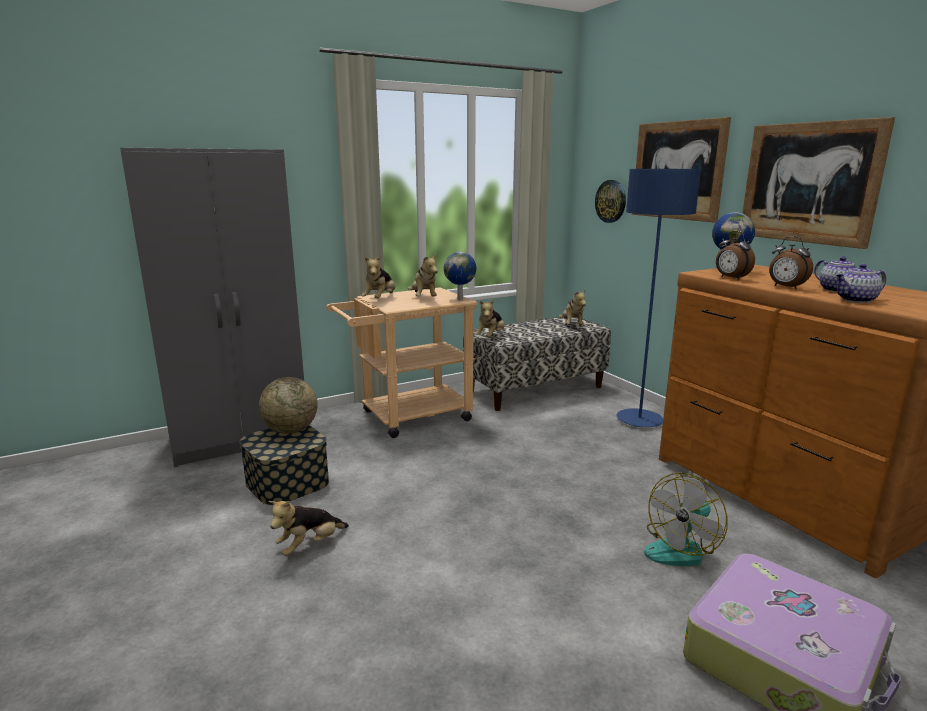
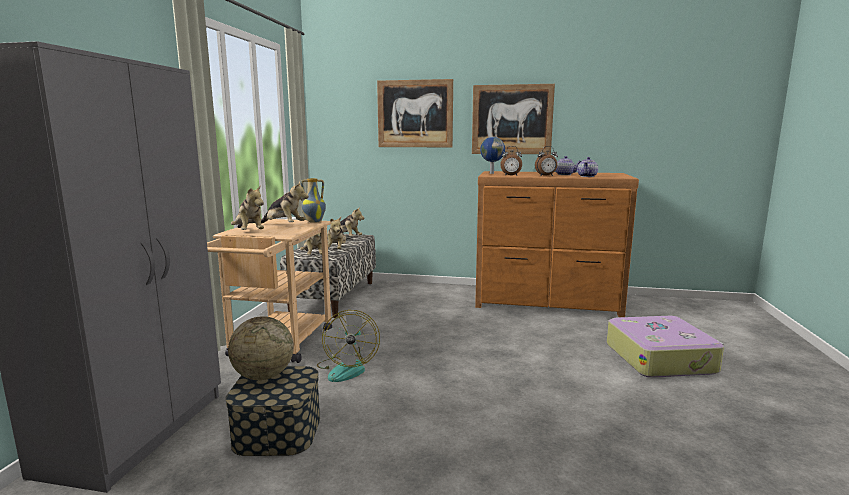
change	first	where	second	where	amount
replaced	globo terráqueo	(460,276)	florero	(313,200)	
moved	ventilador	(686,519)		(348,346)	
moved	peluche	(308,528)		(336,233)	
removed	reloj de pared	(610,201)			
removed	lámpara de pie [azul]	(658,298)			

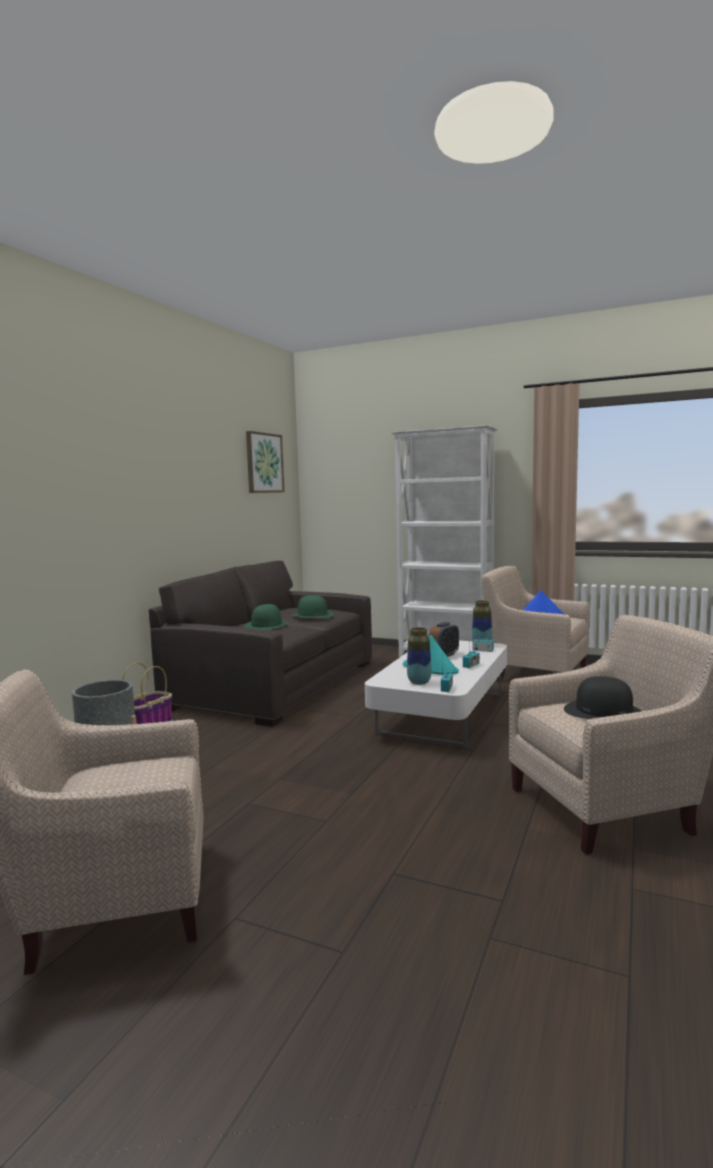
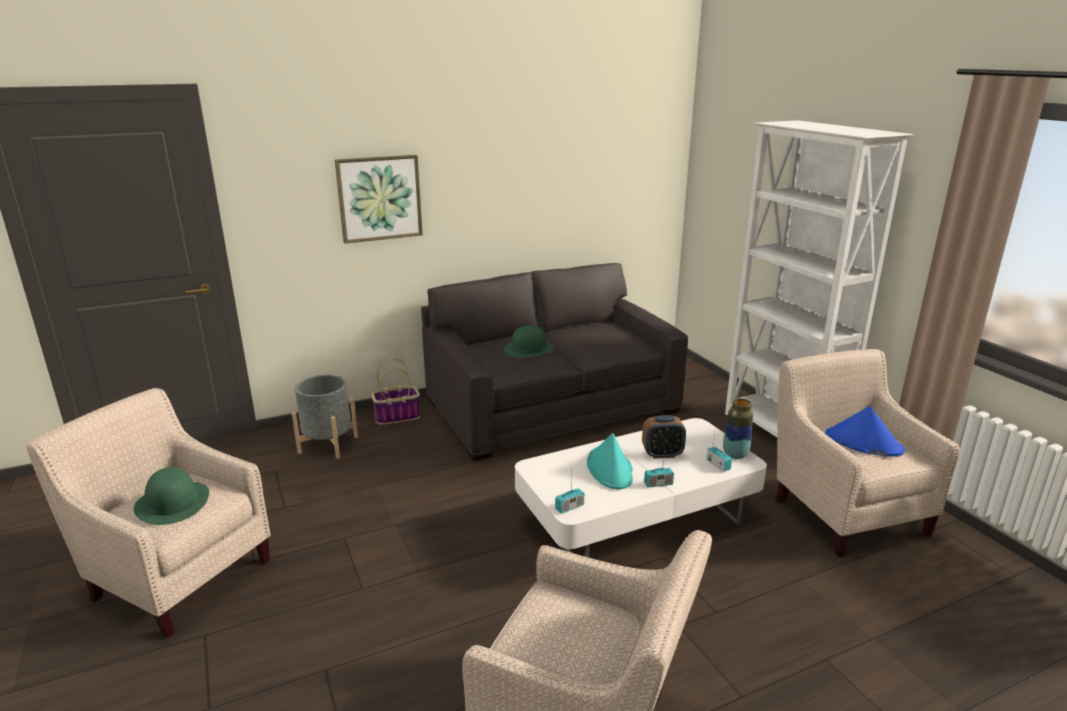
change	first	where	second	where	amount
moved	sombrero [verde]	(312,606)		(171,496)	
moved	cuadro	(265,462)		(379,199)	
removed	florero	(419,656)			
removed	sombrero [negro]	(603,697)			

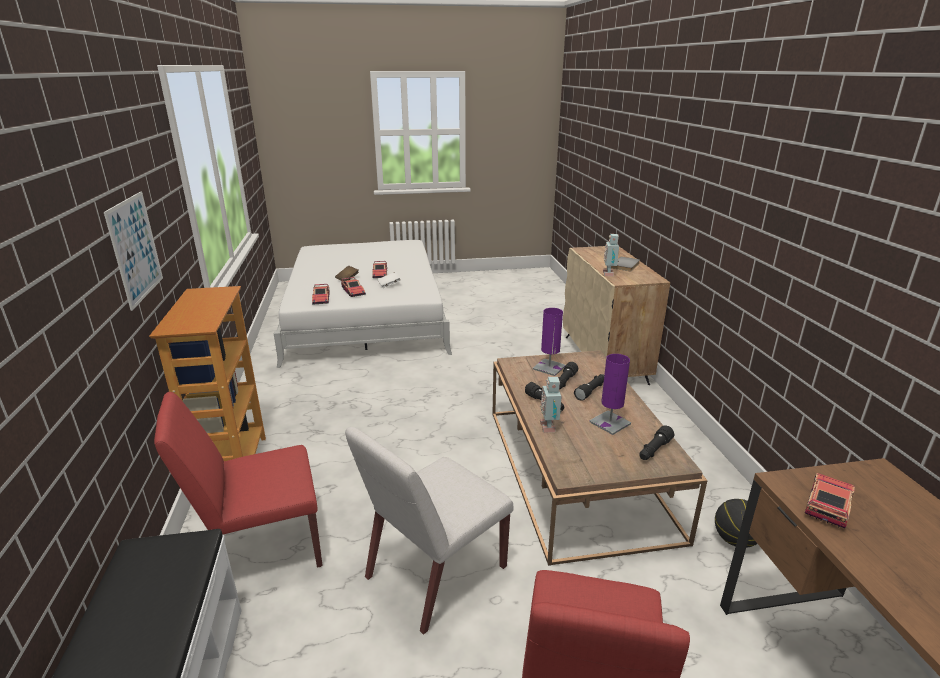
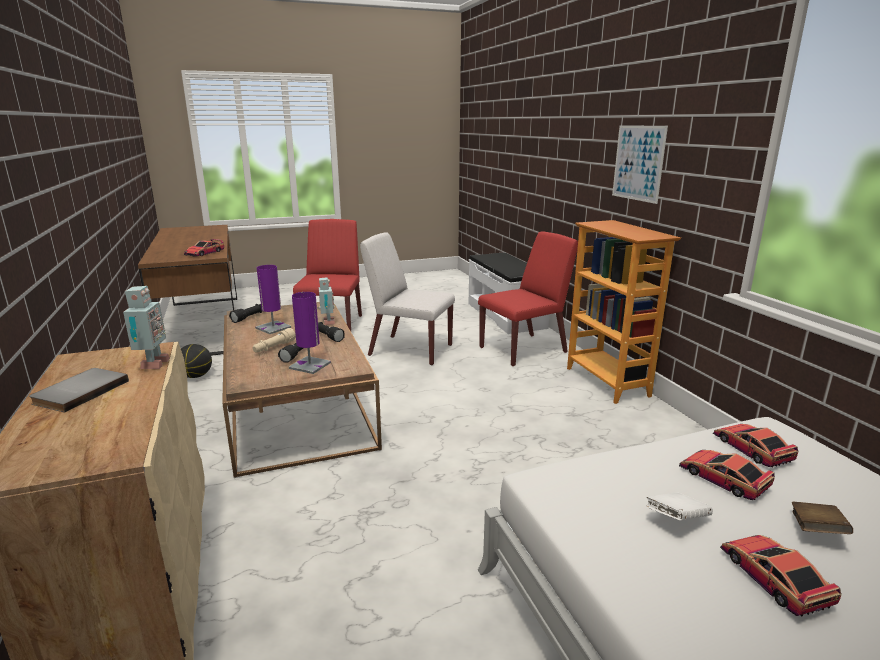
change	first	where	second	where	amount
recoloured	linterna [negro]	(589,387)	linterna [beis]	(274,340)	
turned	silla [blanco]	(429,531)		(407,298)	105 degrees counterclockwise

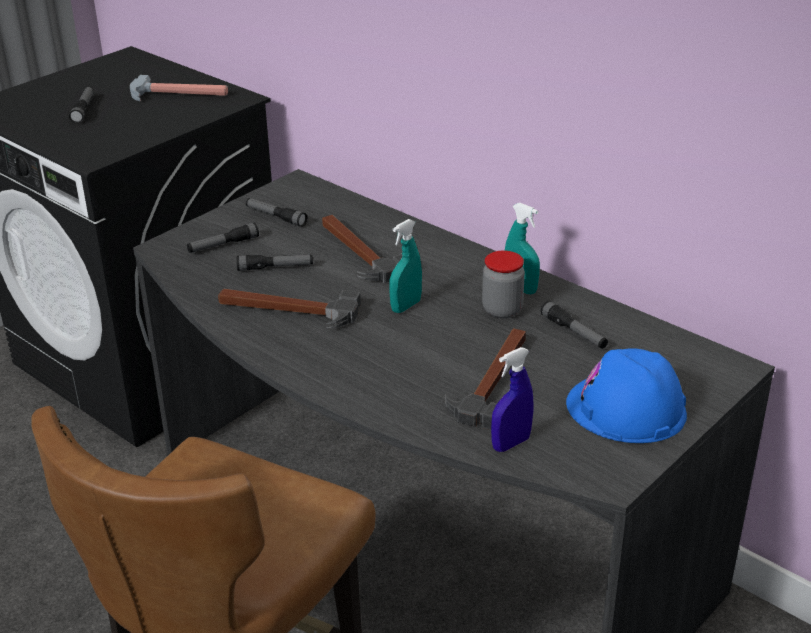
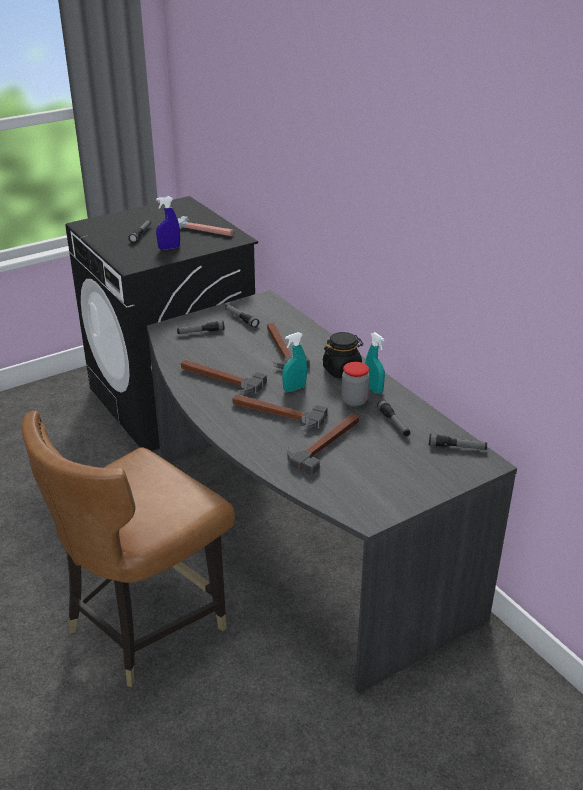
change	first	where	second	where	amount
moved	pulverizador [azul]	(512,399)		(168,223)	
added			martillo	(279,412)	
added			tarro [negro]	(343,355)	
moved	linterna	(275,262)		(458,442)	
removed	casco [azul]	(626,395)			

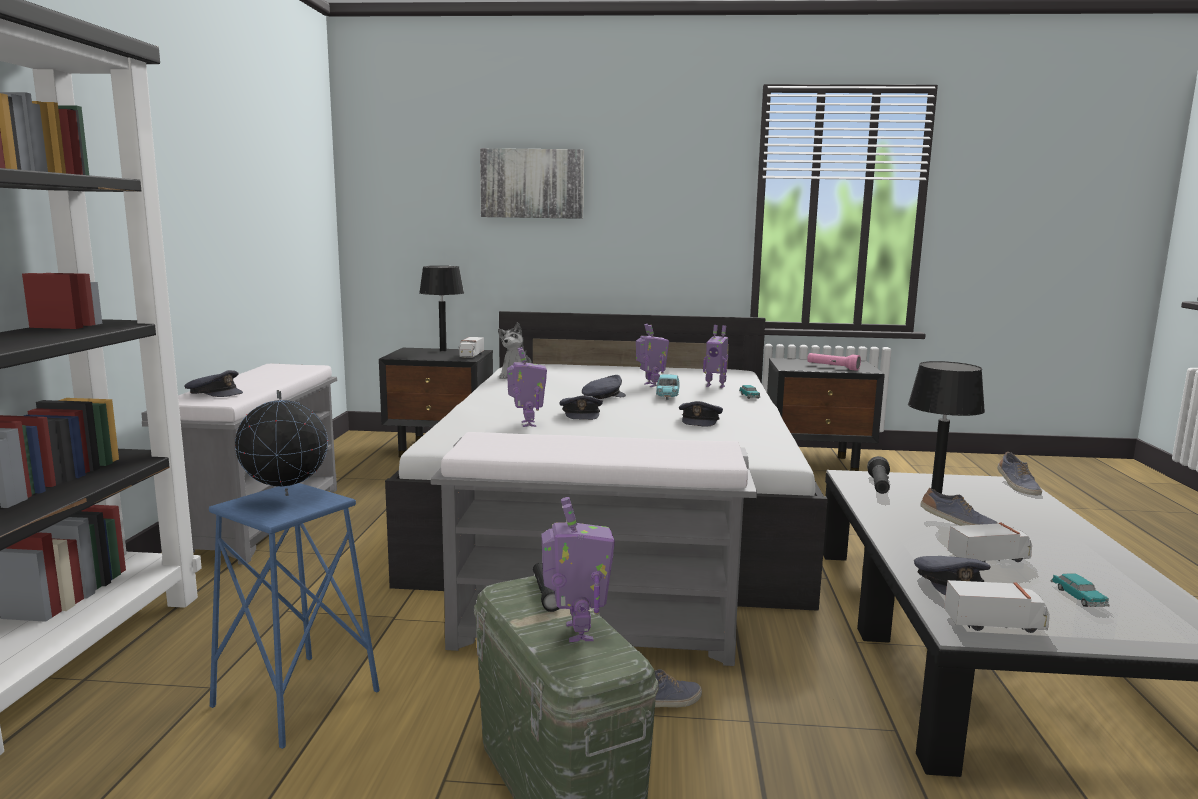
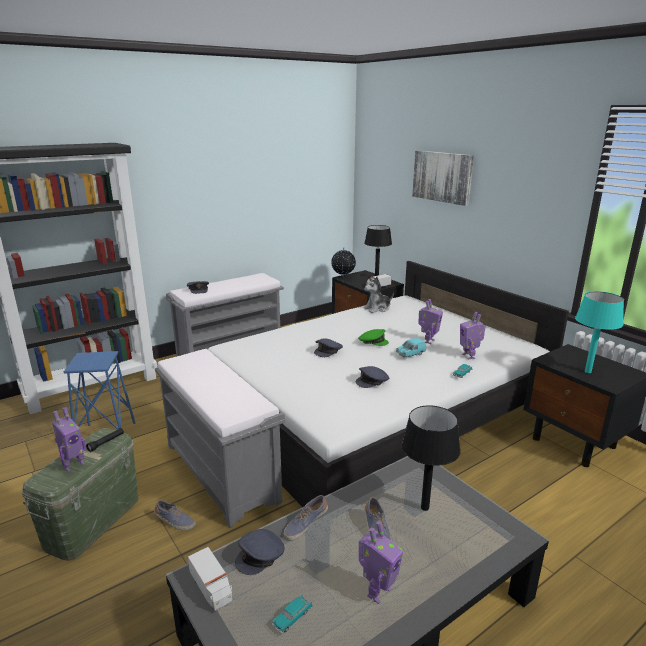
change	first	where	second	where	amount
moved	zapato	(1019,473)		(306,518)	
moved	globo terráqueo	(281,443)		(343,262)	
recoloured	gorra [gris]	(604,387)	gorra [verde]	(373,337)	
moved	robot de juguete	(527,387)		(381,562)	
replaced	linterna [rosa]	(834,362)	lámpara de mesa [turquesa]	(599,332)	
removed	linterna [negro]	(878,475)			
removed	camión de juguete	(990,542)			

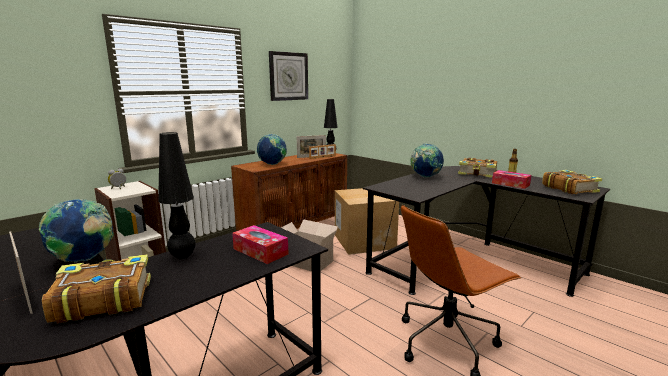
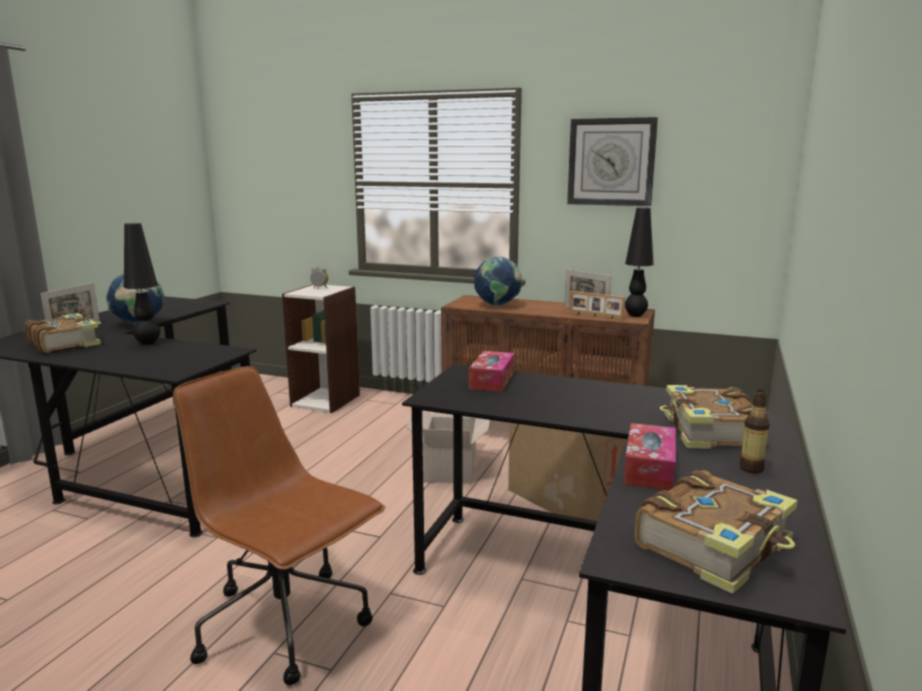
change	first	where	second	where	amount
moved	caja de pañuelos	(260,244)		(491,371)	
removed	globo terráqueo	(427,161)			

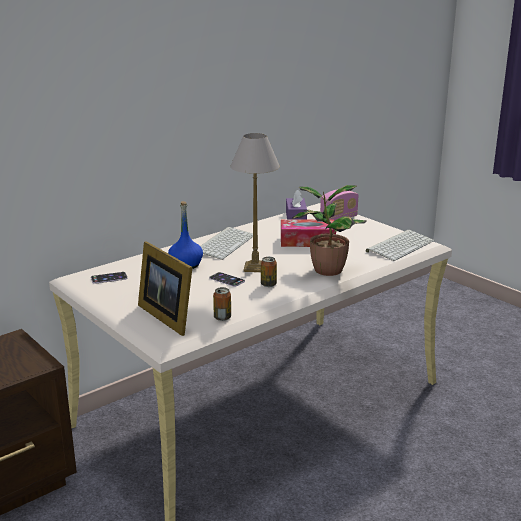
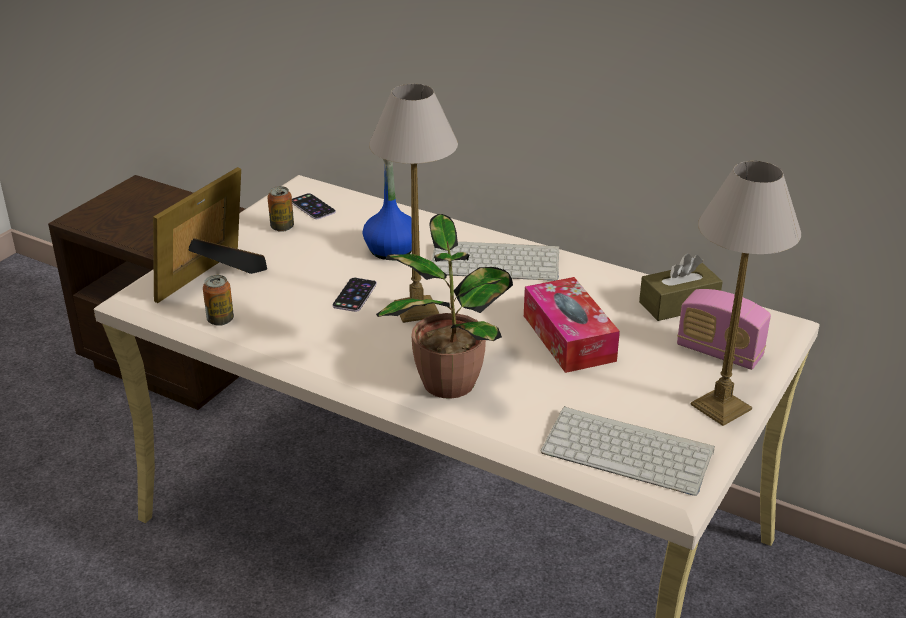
change	first	where	second	where	amount
moved	lata	(269,272)		(280,209)	
recoloured	caja de pañuelos [morado]	(296,204)	caja de pañuelos [marrón]	(681,287)	
added			lámpara de mesa	(745,293)	

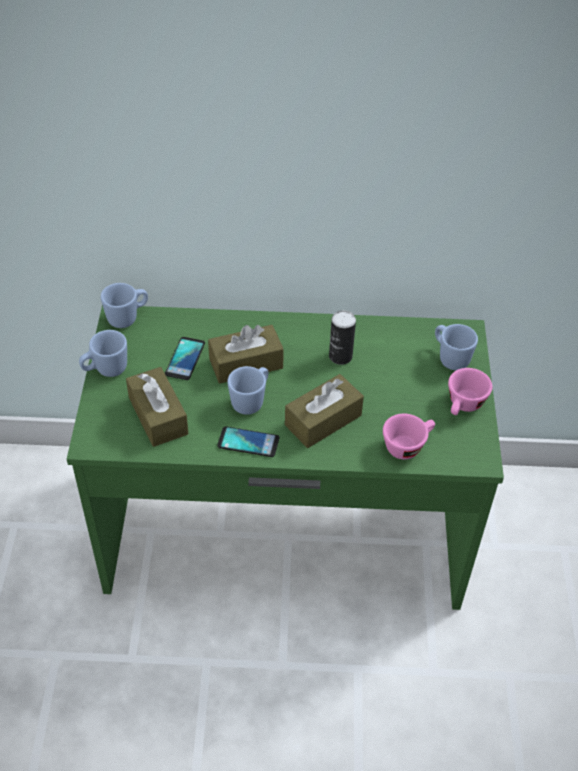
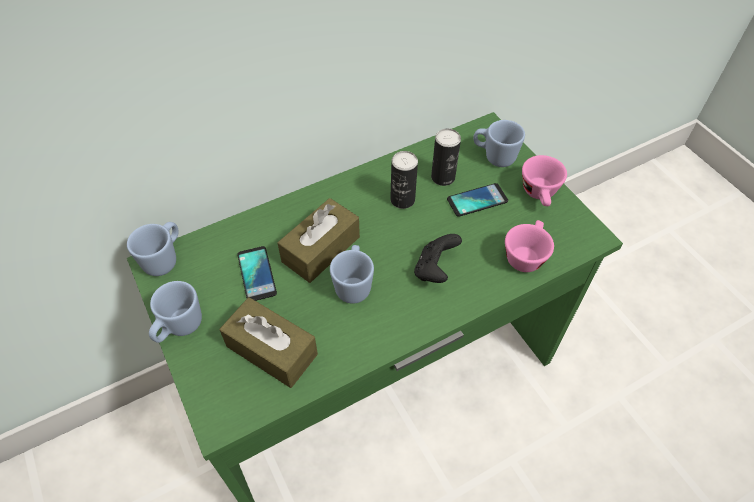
change	first	where	second	where	amount
replaced	caja de pañuelos [marrón]	(324,411)	mando de consola [negro]	(438,258)	
added			lata	(446,157)	
moved	móvil	(248,441)		(477,200)	

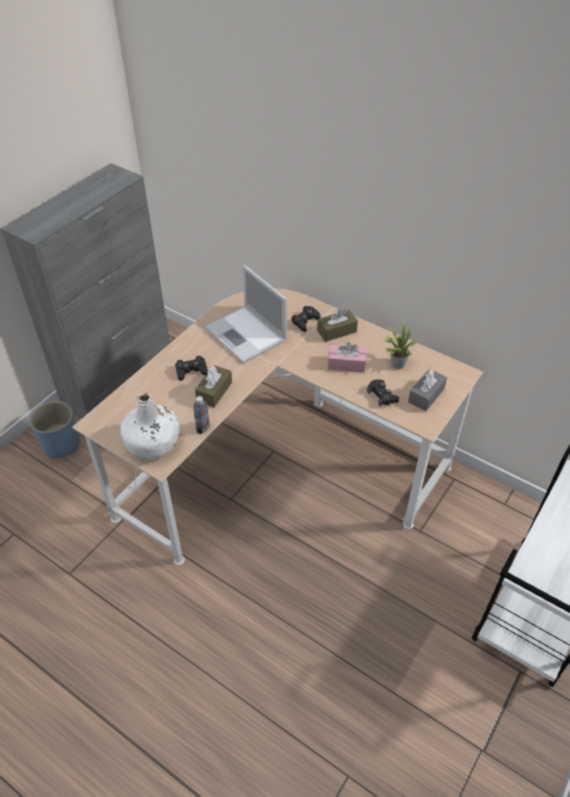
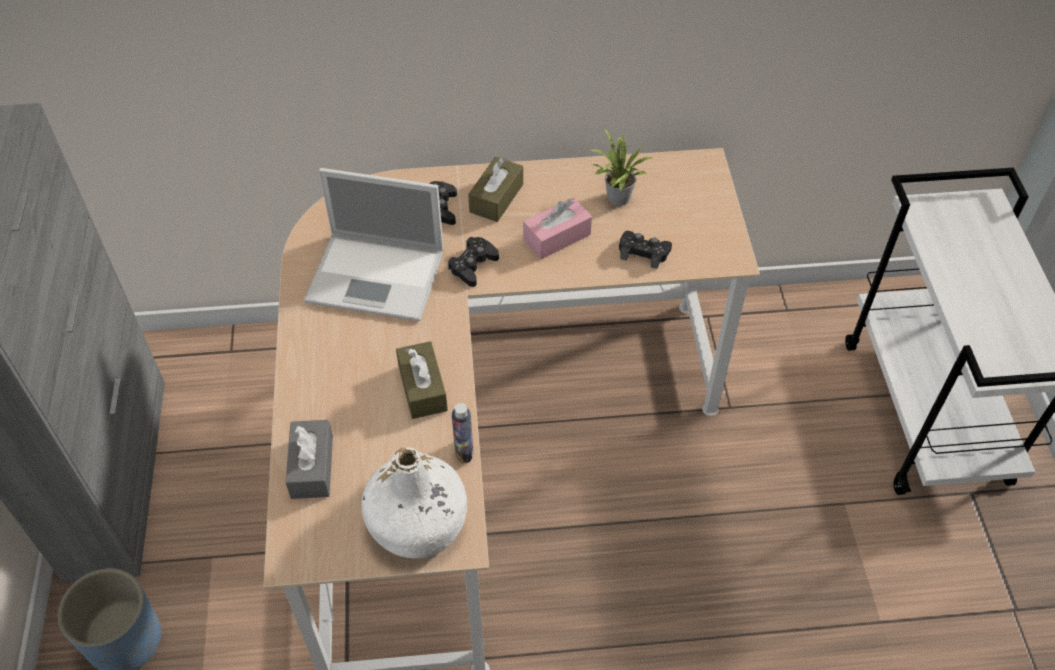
change	first	where	second	where	amount
moved	caja de pañuelos [gris]	(427,390)		(309,459)	
moved	mando de consola [negro]	(191,368)		(473,262)	

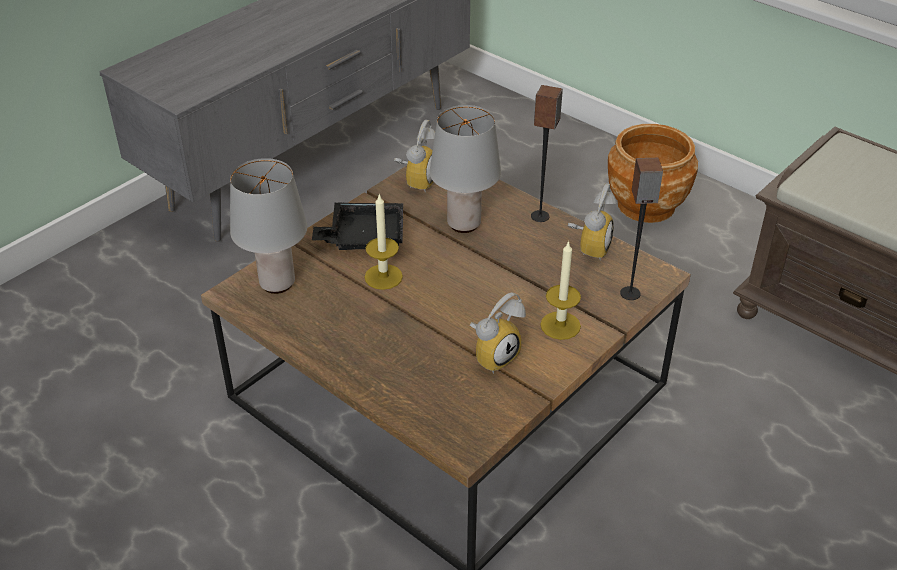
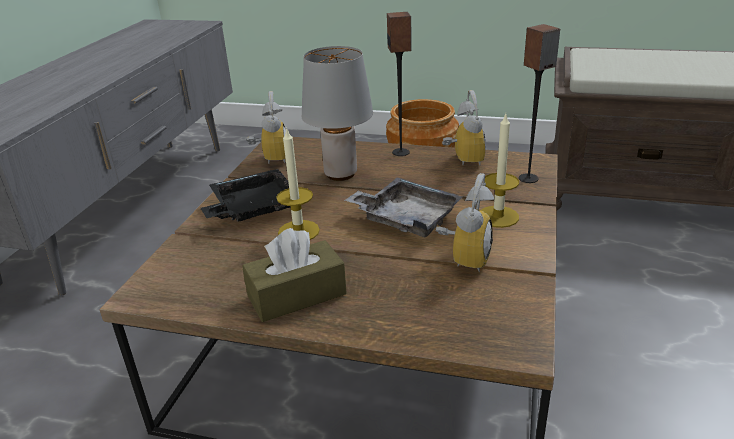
change	first	where	second	where	amount
added			caja de pañuelos [marrón]	(294,275)	
added			bandeja [gris]	(404,207)	
removed	lámpara de mesa [gris]	(268,226)			

